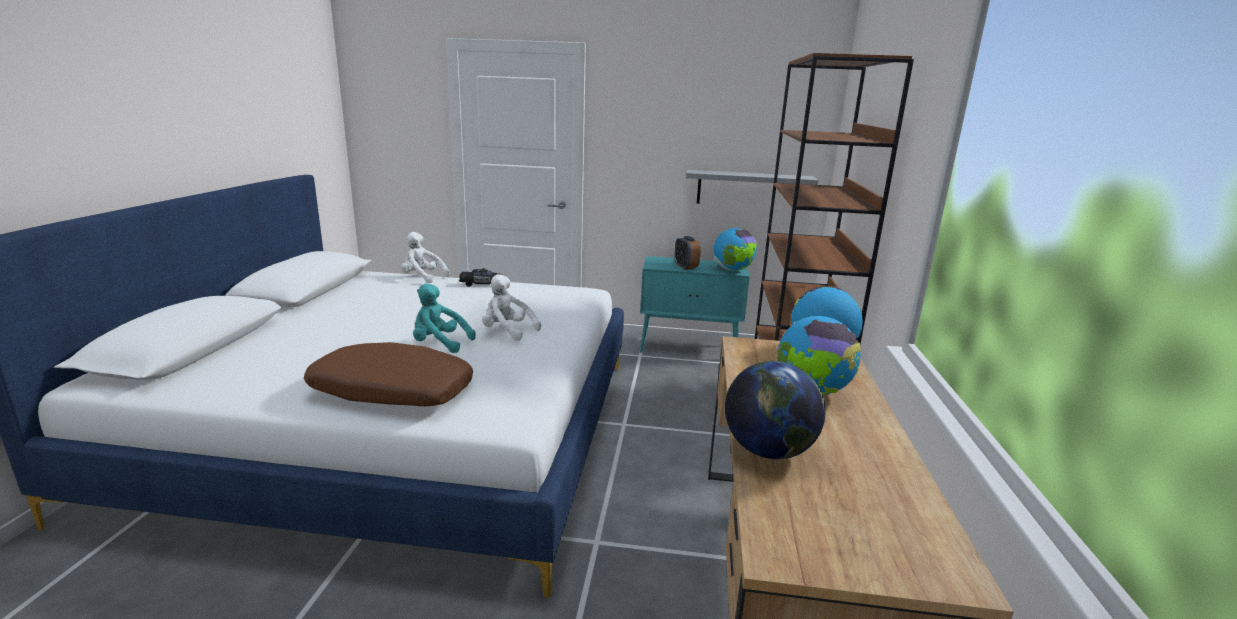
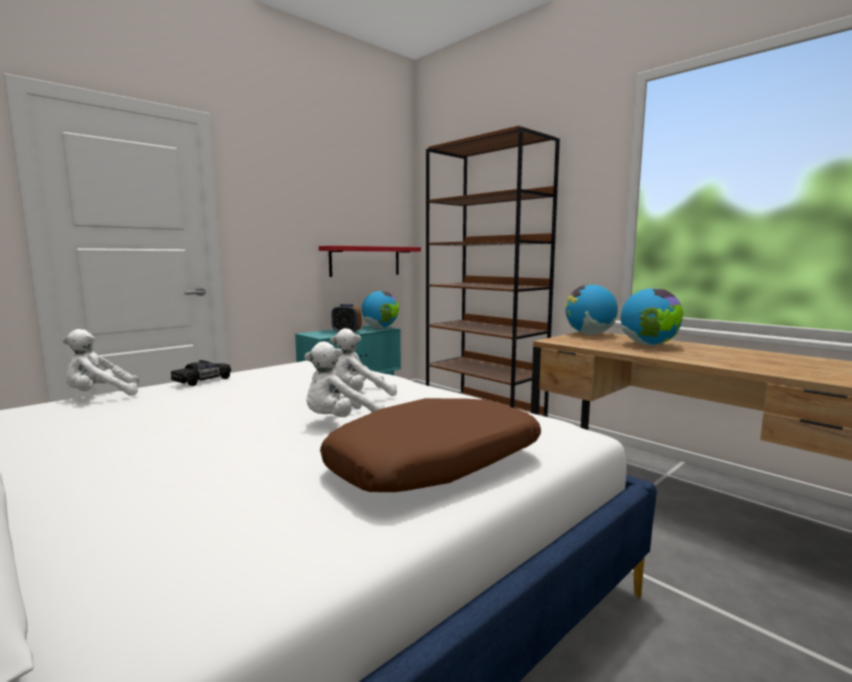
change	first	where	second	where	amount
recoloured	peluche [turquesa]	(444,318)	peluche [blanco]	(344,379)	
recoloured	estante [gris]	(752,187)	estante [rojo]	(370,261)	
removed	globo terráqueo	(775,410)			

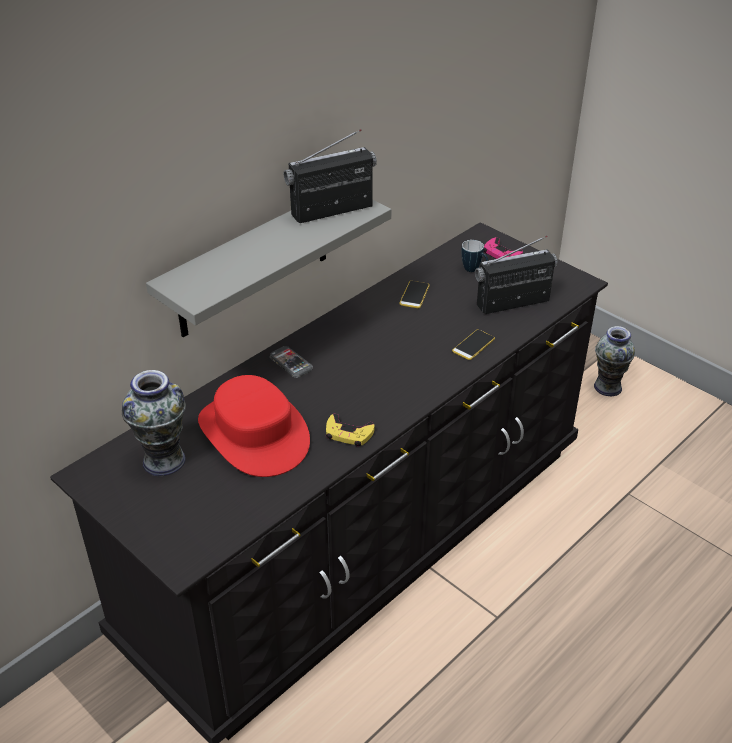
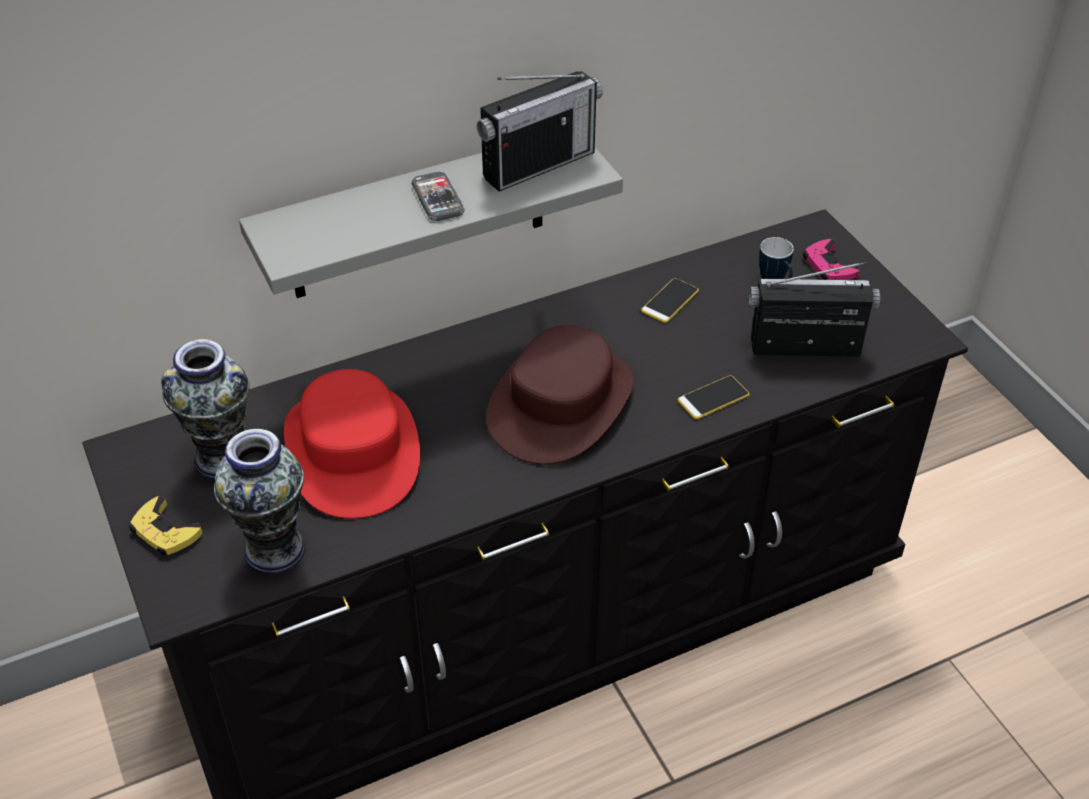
change	first	where	second	where	amount
moved	mando de consola [amarillo]	(350,430)		(165,525)	
moved	florero	(614,361)		(259,501)	
moved	móvil	(291,362)		(438,196)	
turned	radio	(330,176)		(540,131)	150 degrees clockwise
added			sombrero [marrón]	(560,395)	

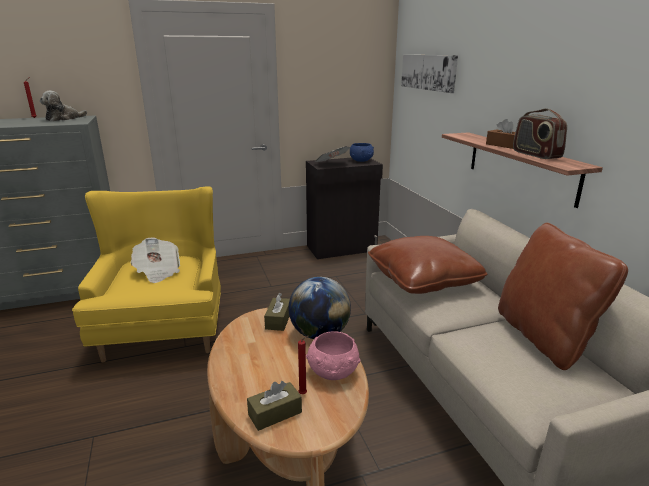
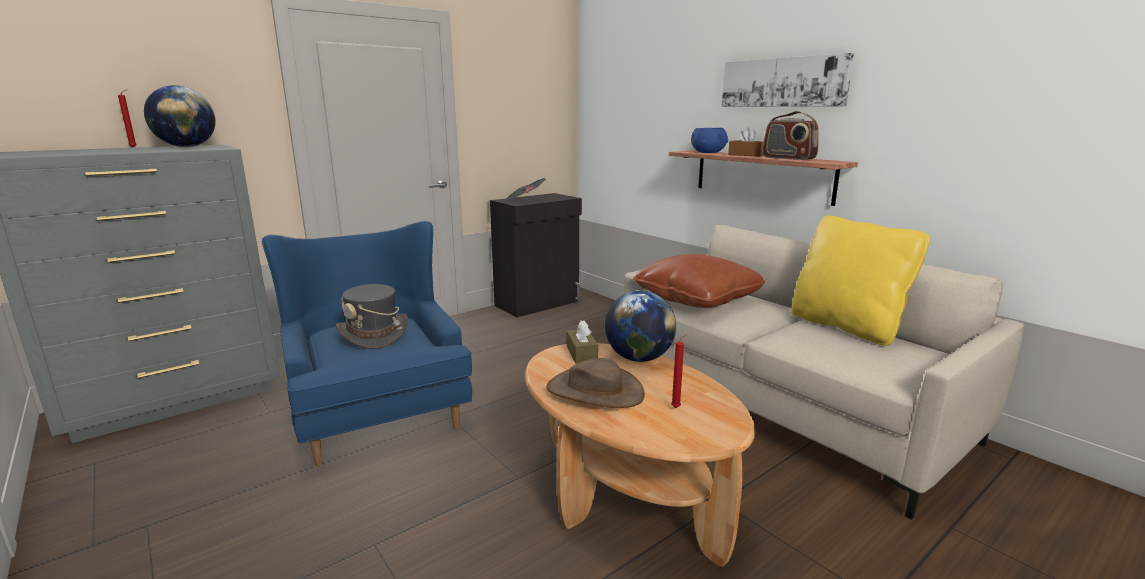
change	first	where	second	where	amount
replaced	peluche	(63,106)	globo terráqueo	(180,116)	
recoloured	sillón [amarillo]	(146,274)	sillón [azul]	(367,343)	
replaced	periódico	(155,260)	sombrero [gris]	(372,316)	
added			sombrero [marrón]	(595,383)	
moved	cuenco [azul]	(361,152)		(709,140)	
moved	cuadro	(429,74)		(788,80)	
recoloured	cojín [marrón]	(563,296)	cojín [amarillo]	(860,281)	
removed	caja de pañuelos [marrón]	(274,406)			
removed	cuenco [rosa]	(333,355)			

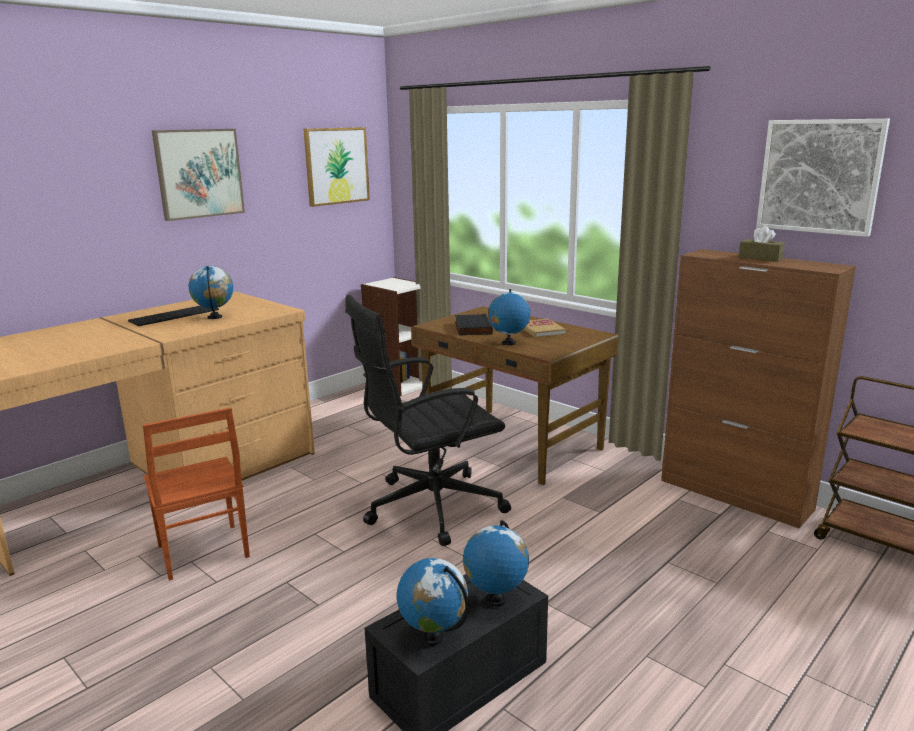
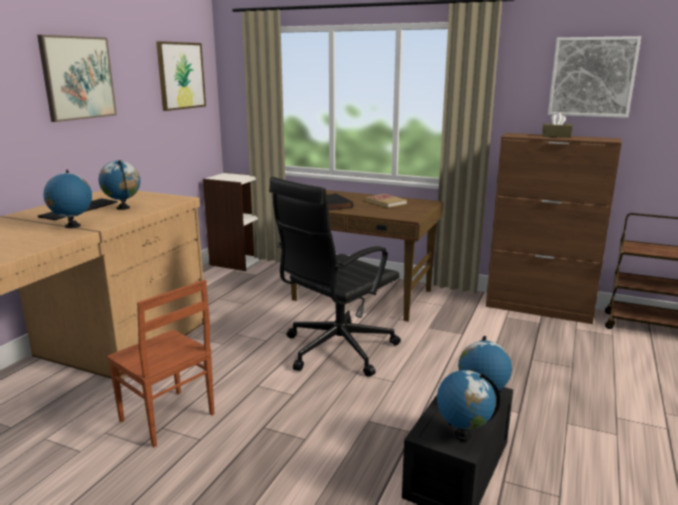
change	first	where	second	where	amount
moved	globo terráqueo	(509,317)		(67,199)	

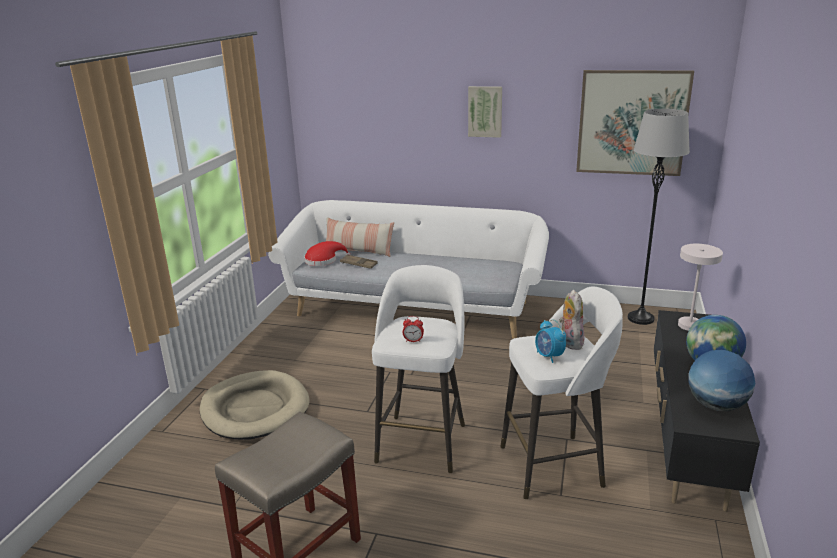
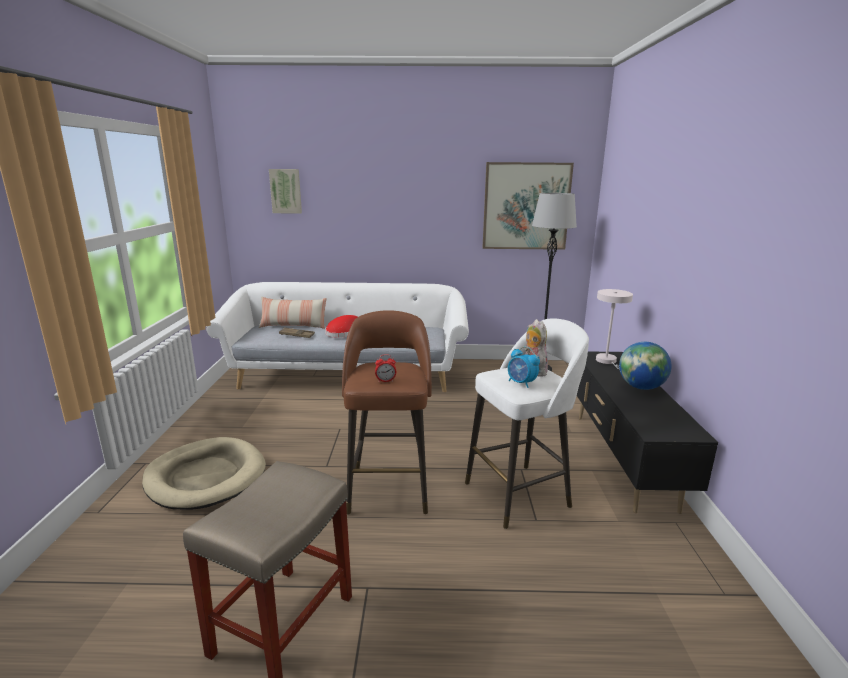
change	first	where	second	where	amount
moved	cuadro	(485,112)		(285,191)	
moved	sombrero [rojo]	(327,253)		(341,326)	
recoloured	taburete [blanco]	(418,369)	taburete [marrón]	(387,412)	
removed	globo terráqueo	(721,380)			

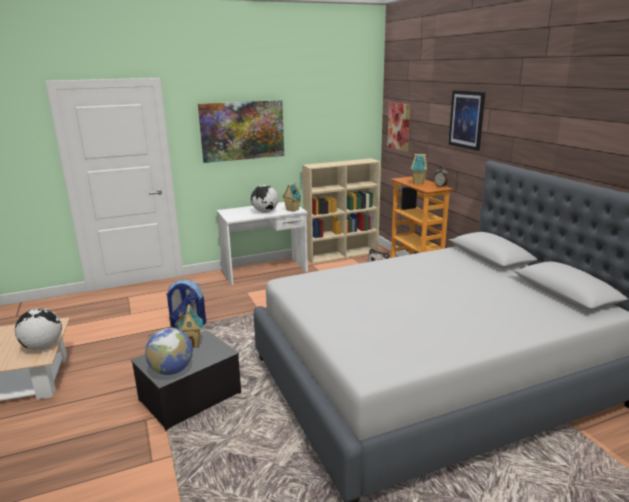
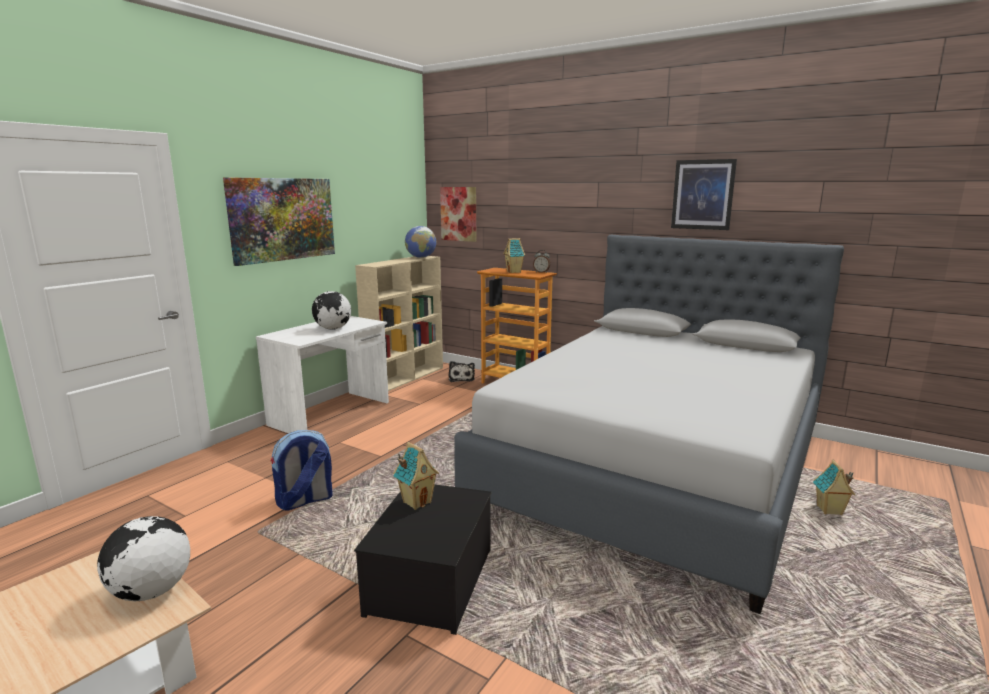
change	first	where	second	where	amount
moved	globo terráqueo	(169,351)		(420,242)	
moved	cuadro	(466,120)		(704,194)	
moved	casita	(292,197)		(834,487)	

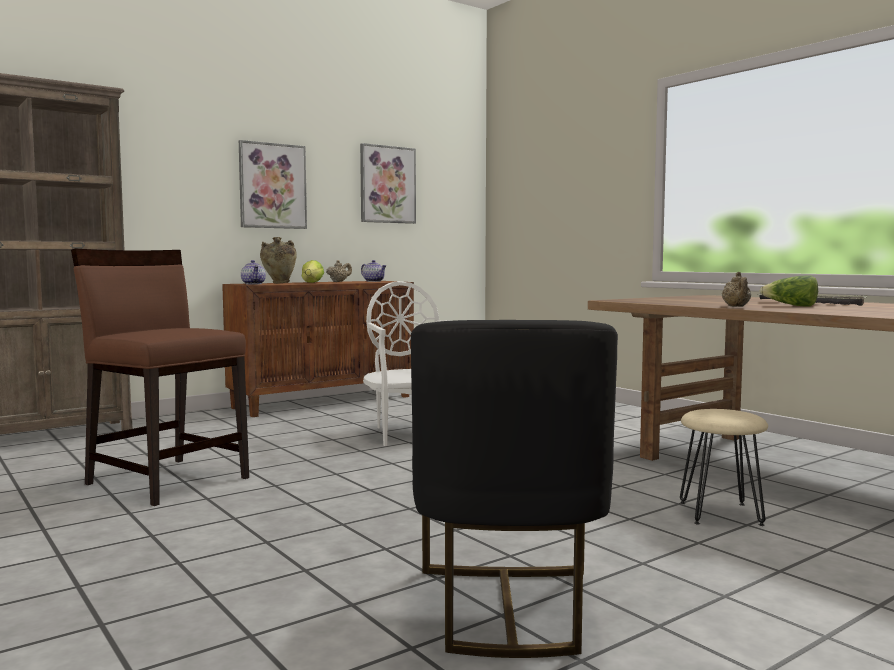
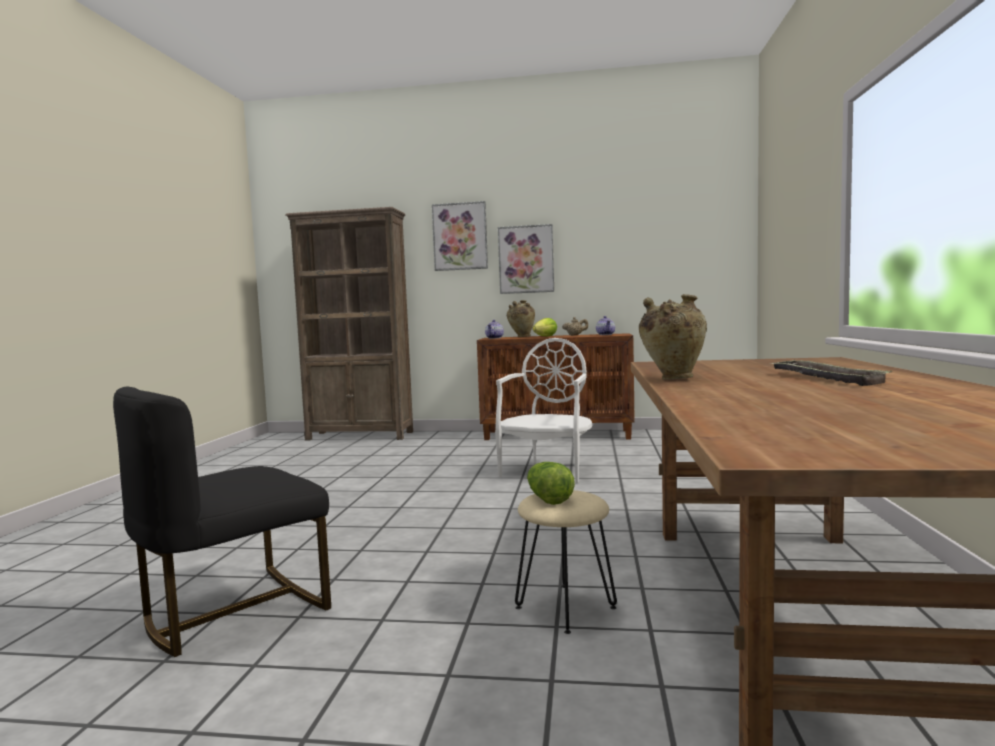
change	first	where	second	where	amount
moved	cuadro	(388,183)		(460,236)	
moved	lechuga	(789,291)		(551,483)	
replaced	tetera [beis]	(736,289)	florero [beis]	(673,337)	
removed	silla [marrón]	(160,377)			

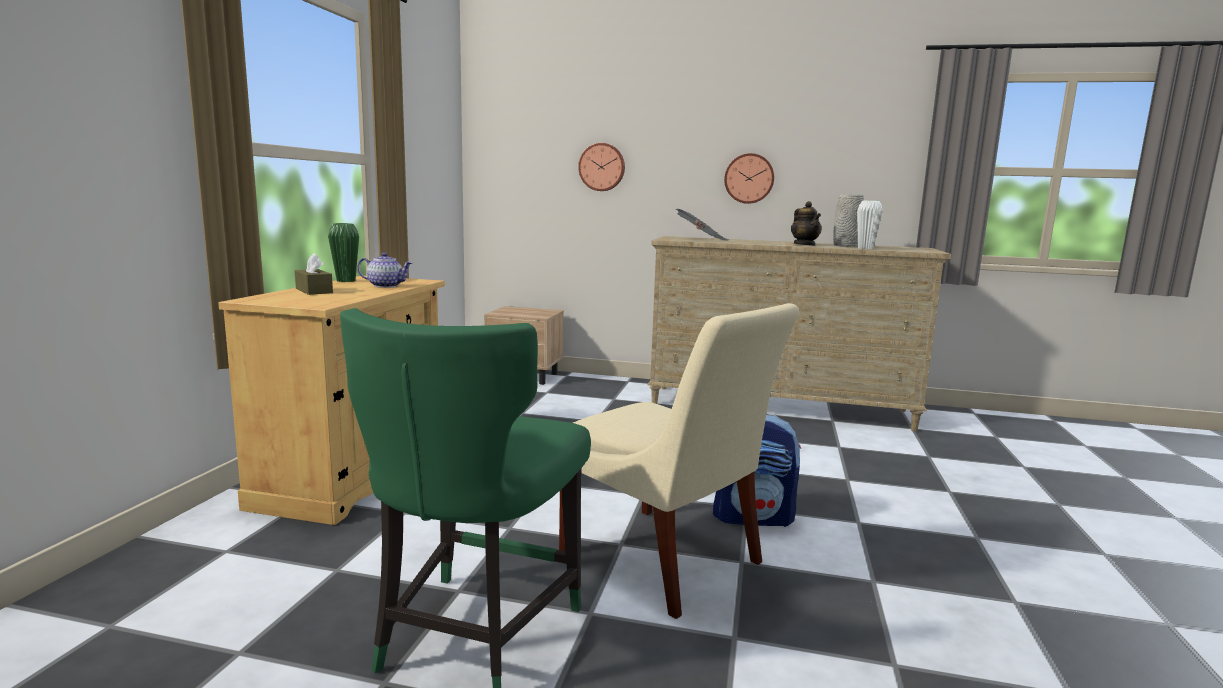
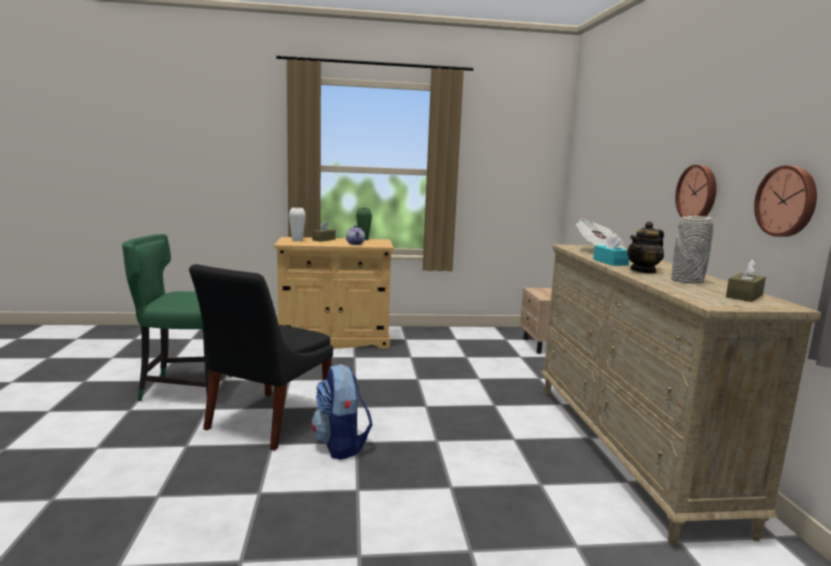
change	first	where	second	where	amount
recoloured	silla [beis]	(679,461)	silla [negro]	(261,357)	
moved	florero [blanco]	(870,225)		(297,224)	
added			caja de pañuelos [turquesa]	(611,250)	
added			caja de pañuelos [marrón]	(746,280)	
moved	reloj de pared	(601,167)		(785,201)	

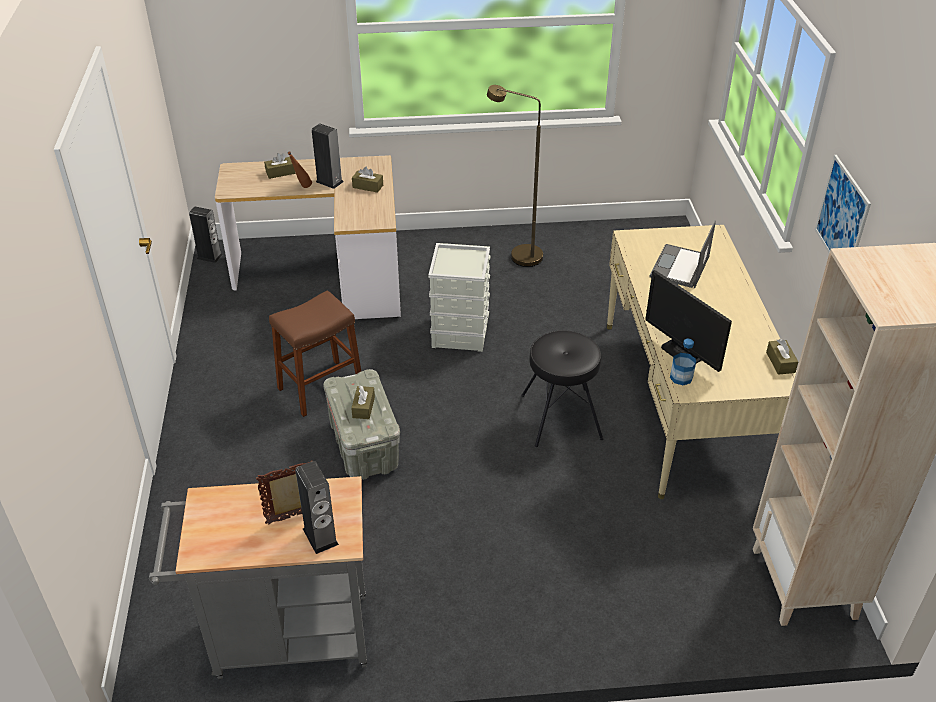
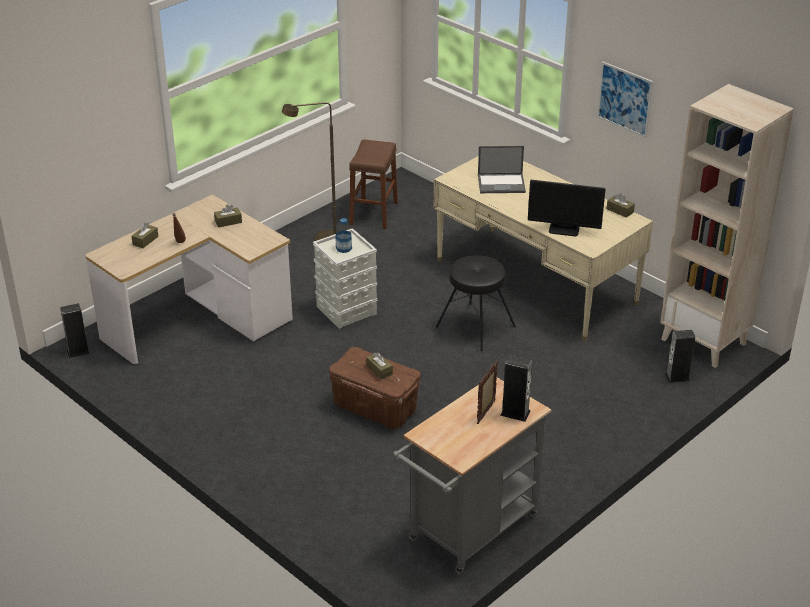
change	first	where	second	where	amount
recoloured	caja de almacenaje [gris]	(361,424)	caja de almacenaje [marrón]	(375,388)	
moved	botella	(683,362)		(343,235)	
moved	taburete [marrón]	(315,353)		(373,184)	
turned	portátil	(683,255)		(502,169)	75 degrees counterclockwise
moved	altavoz	(328,156)		(680,356)	

